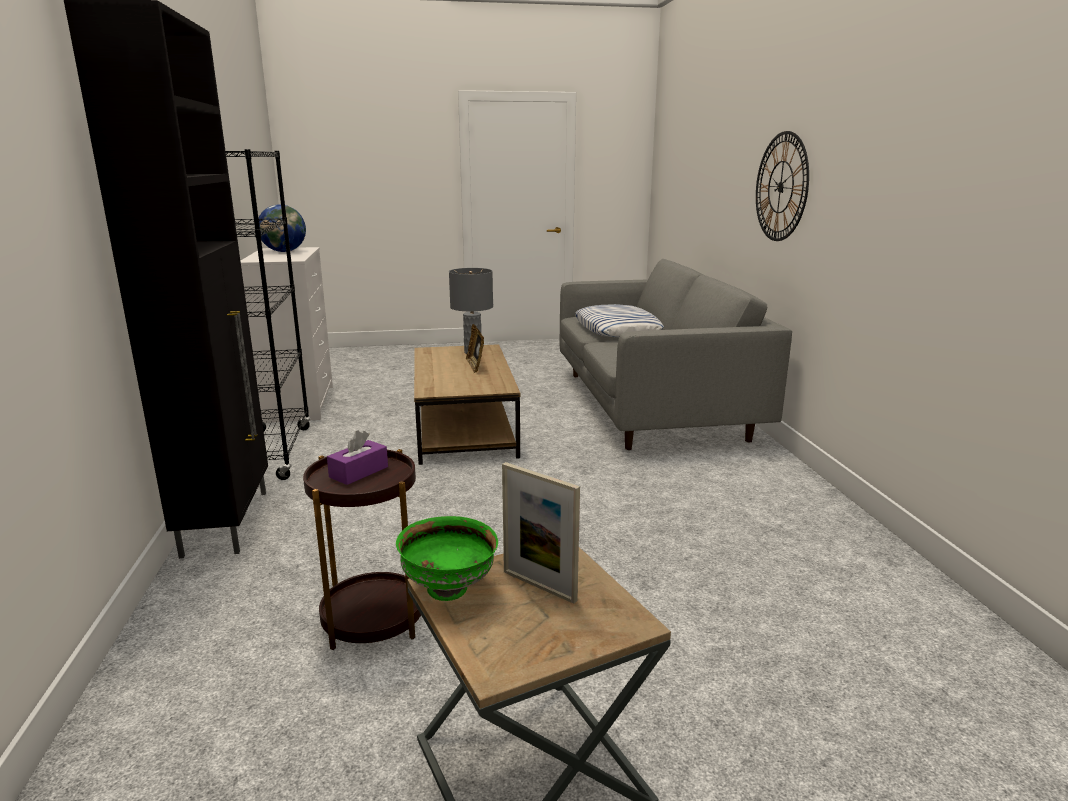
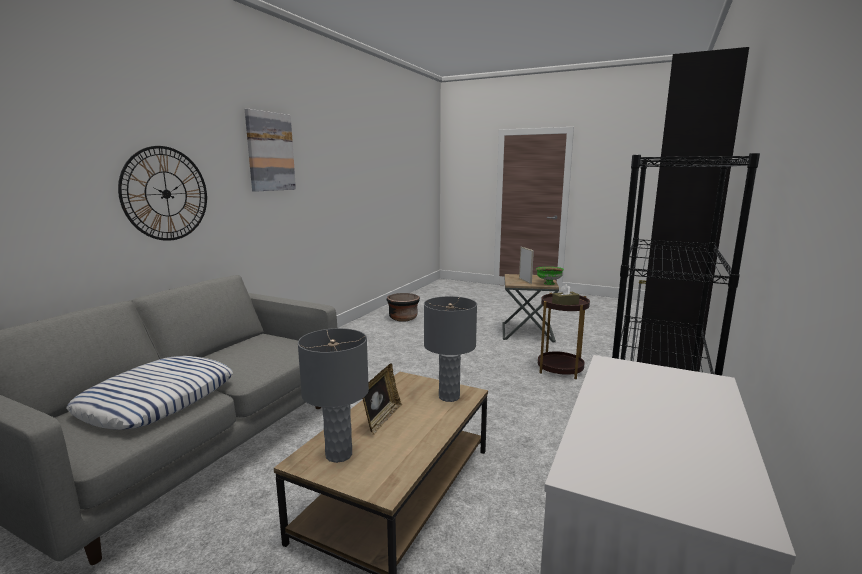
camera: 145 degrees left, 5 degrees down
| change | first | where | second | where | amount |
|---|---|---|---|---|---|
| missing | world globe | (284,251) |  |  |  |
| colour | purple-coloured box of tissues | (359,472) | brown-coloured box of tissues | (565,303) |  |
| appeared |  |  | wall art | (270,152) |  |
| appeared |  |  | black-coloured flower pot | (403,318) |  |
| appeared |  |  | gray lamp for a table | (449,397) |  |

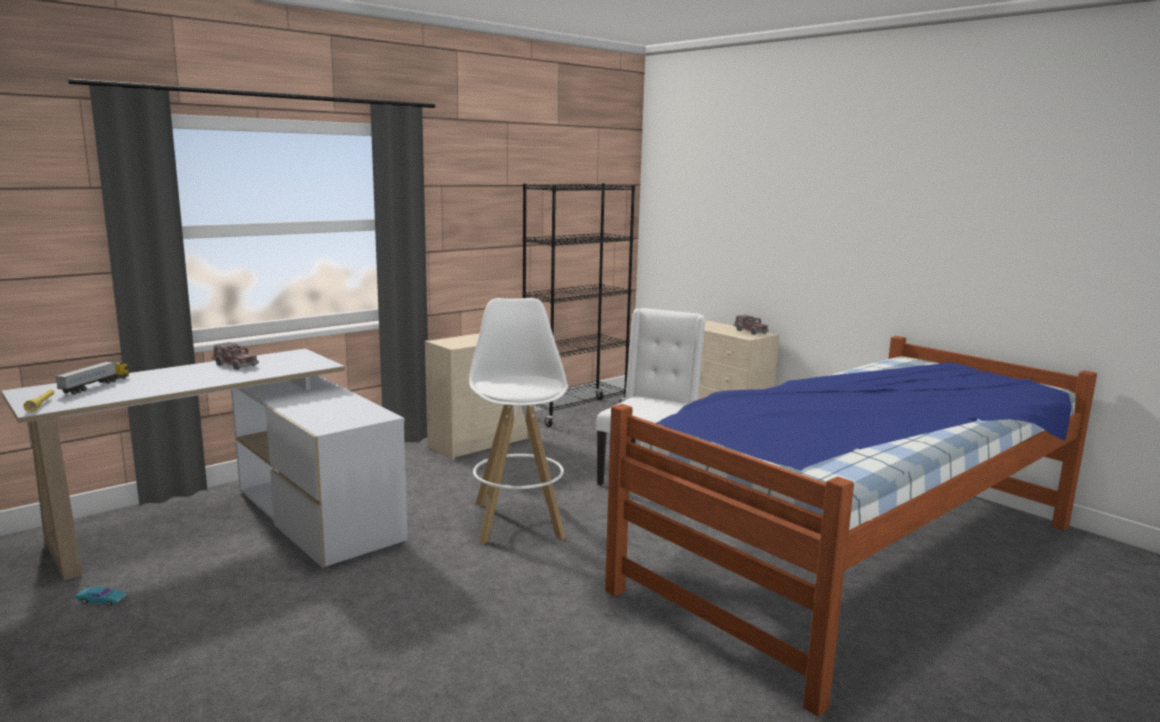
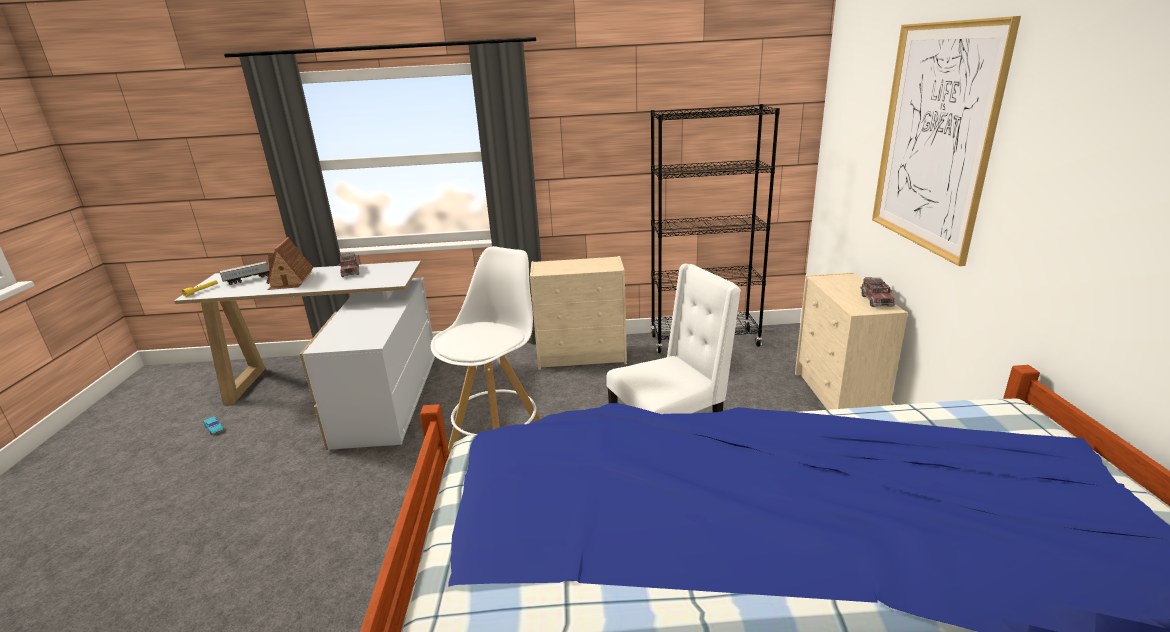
camera: 40 degrees right, 10 degrees up
| change | first | where | second | where | amount |
|---|---|---|---|---|---|
| appeared |  |  | toy house | (290,280) |  |
| appeared |  |  | wall art | (934,138) |  |

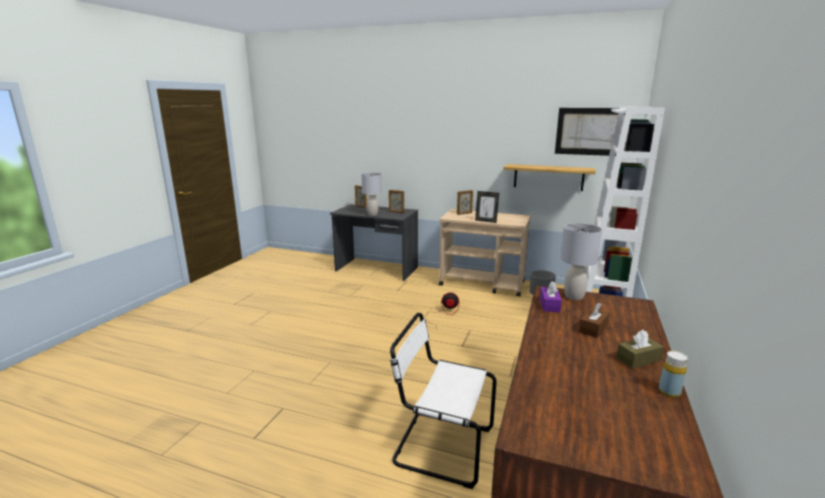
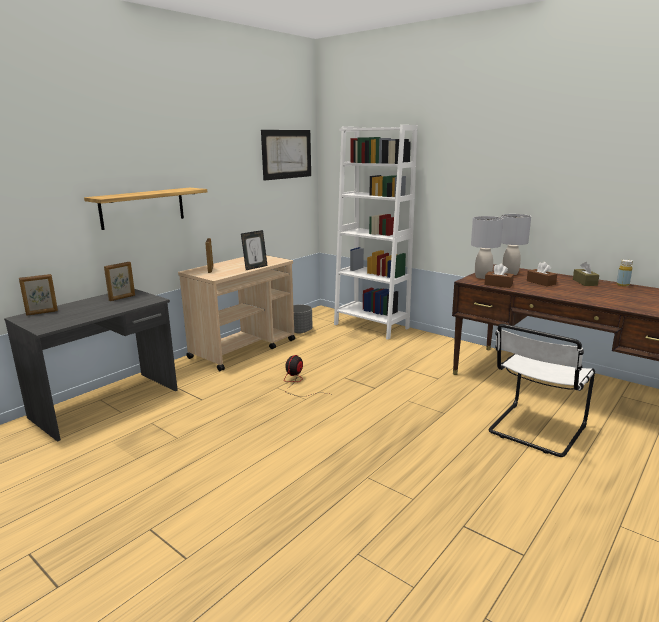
camera: 70 degrees left, 0 degrees up
| change | first | where | second | where | amount |
|---|---|---|---|---|---|
| relocated | gray lamp for a table | (372,214) |  | (510,273) |  |
| relocated | wall shelf | (548,177) |  | (142,208) |  |
| colour | purple-coloured box of tissues | (549,305) | brown-coloured box of tissues | (498,284) |  |

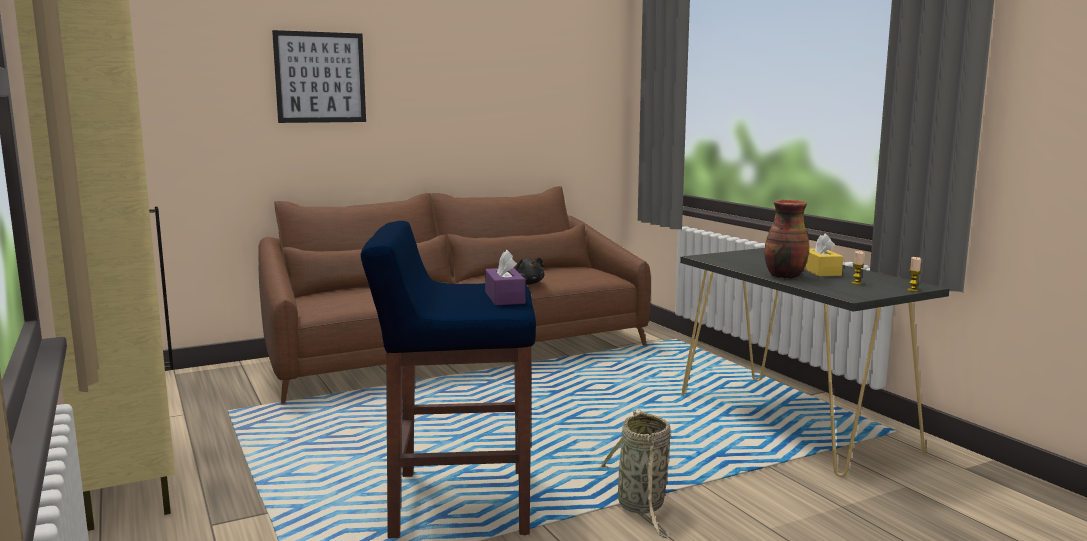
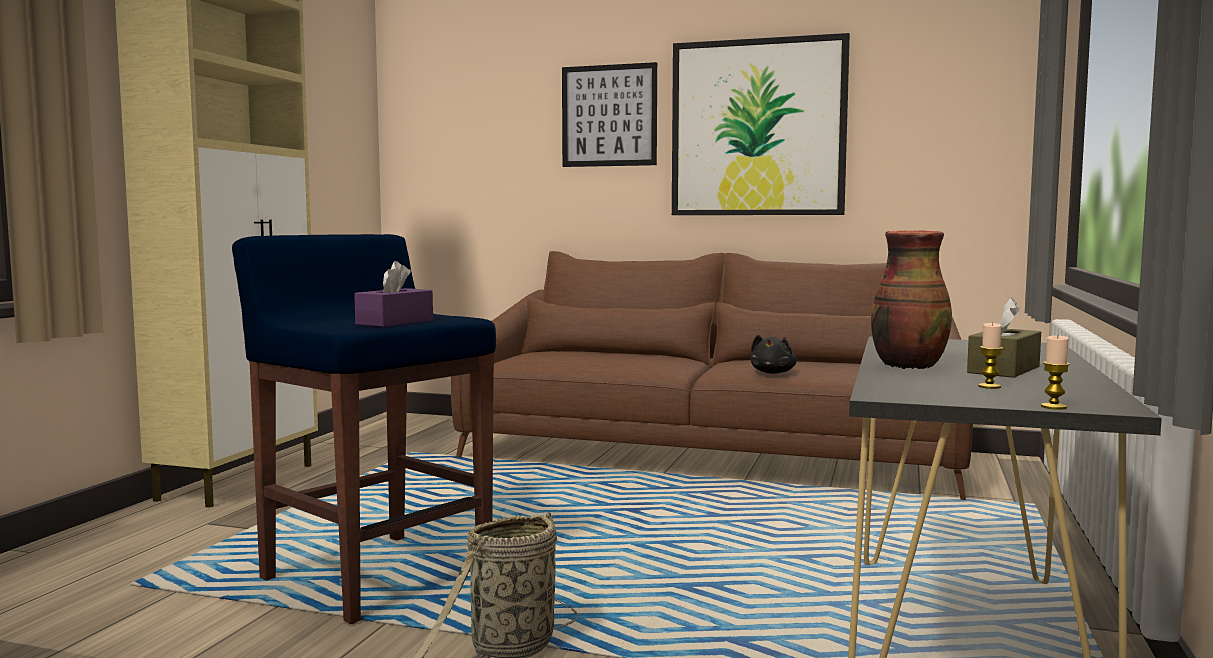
camera: 45 degrees right, 5 degrees down
| change | first | where | second | where | amount |
|---|---|---|---|---|---|
| colour | yellow-coloured box of tissues | (820,271) | brown-coloured box of tissues | (1003,370) |  |
| appeared |  |  | wall art | (758,128) |  |

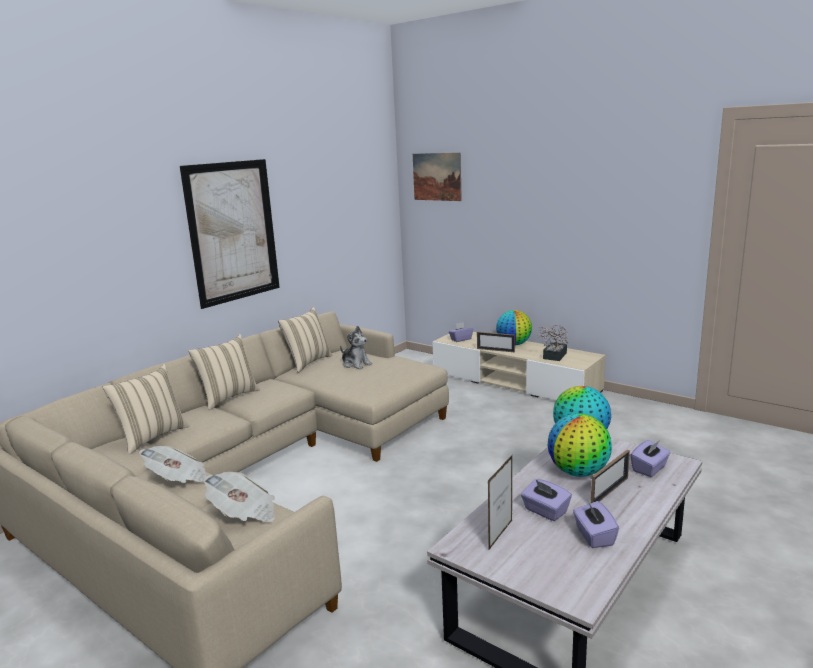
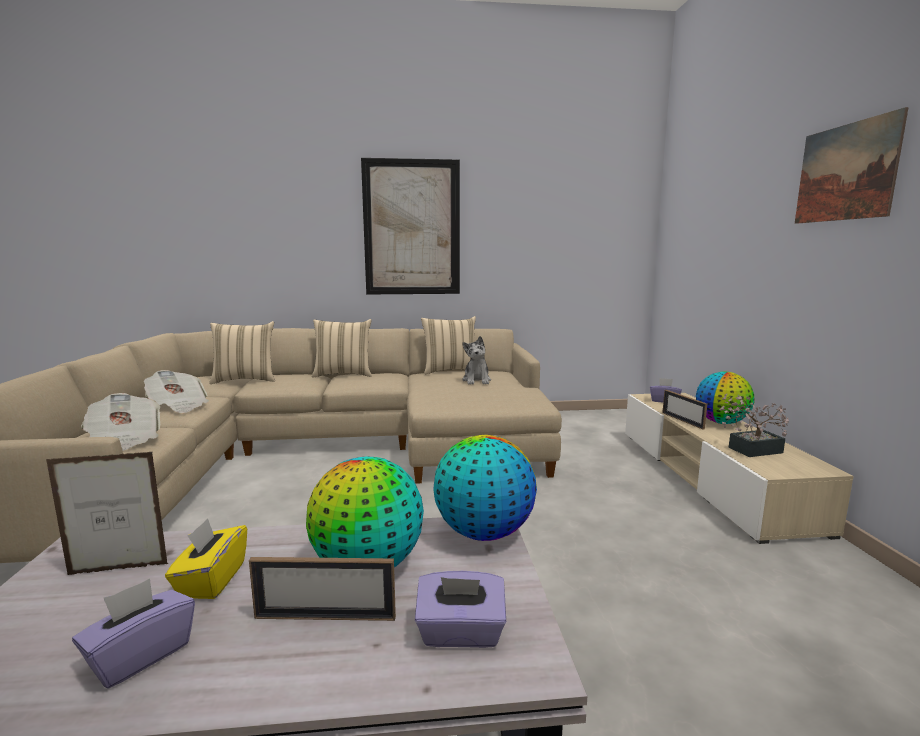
camera: 45 degrees right, 5 degrees down
| change | first | where | second | where | amount |
|---|---|---|---|---|---|
| relocated | wall art | (437,177) |  | (845,172) |  |
| colour | purple-coloured box of tissues | (545,511) | yellow-coloured box of tissues | (211,580) |  |

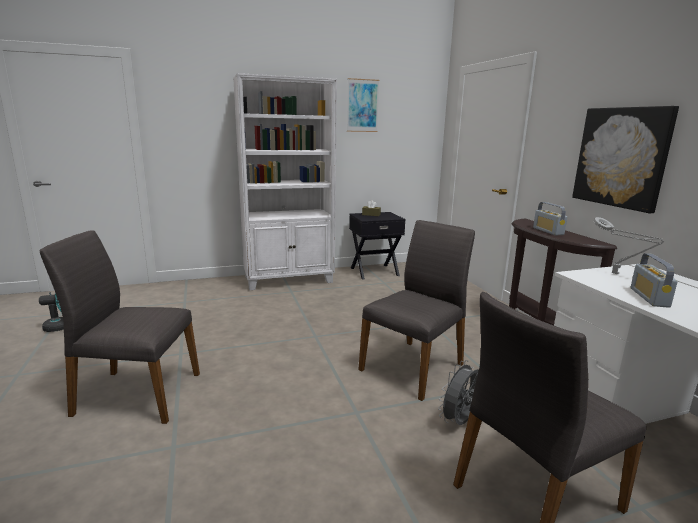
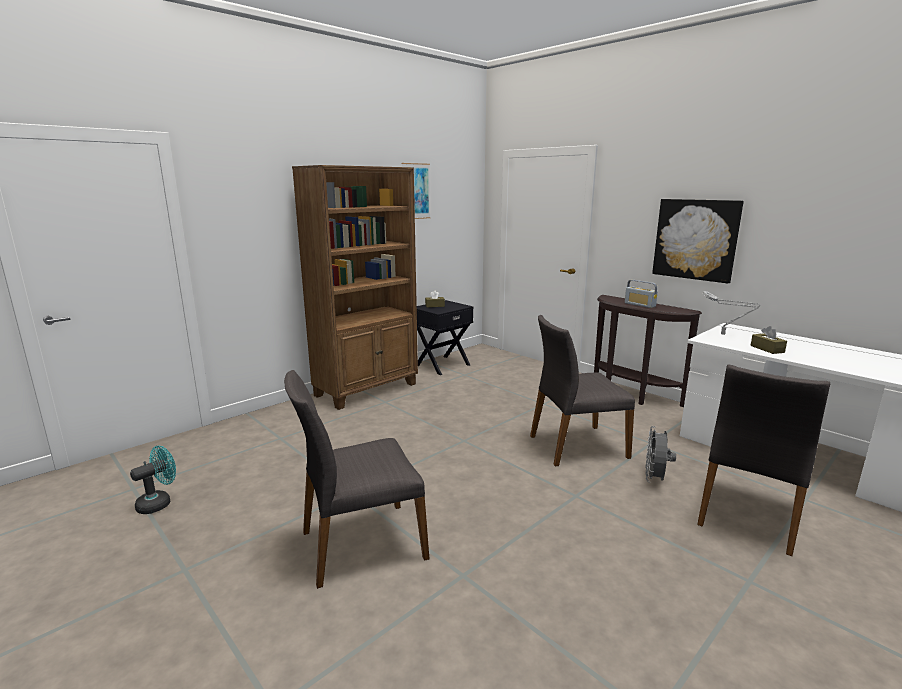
camera: 25 degrees left, 0 degrees up
| change | first | where | second | where | amount |
|---|---|---|---|---|---|
| colour | whitish bookcase | (289,279) | brown-coloured bookcase | (367,390) |  |
| spun | gray chair | (414,367) |  | (576,446) | 120 degrees counterclockwise |
| exchanged | radio | (649,297) | brown-coloured box of tissues | (767,349) |  |

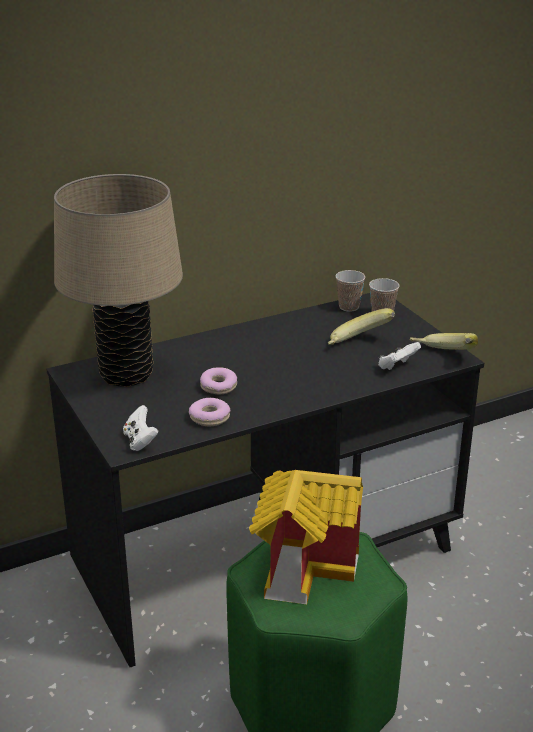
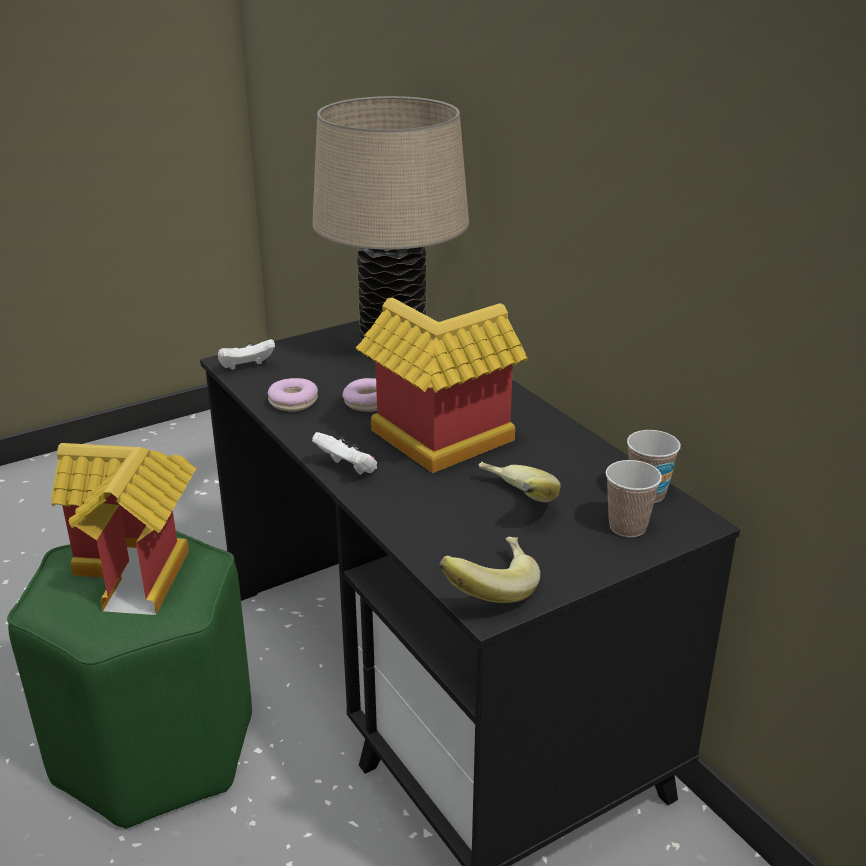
camera: 85 degrees right, 0 degrees up
| change | first | where | second | where | amount |
|---|---|---|---|---|---|
| relocated | whitish joypad | (397,367) |  | (348,469) |  |
| appeared |  |  | toy house | (435,443) |  |

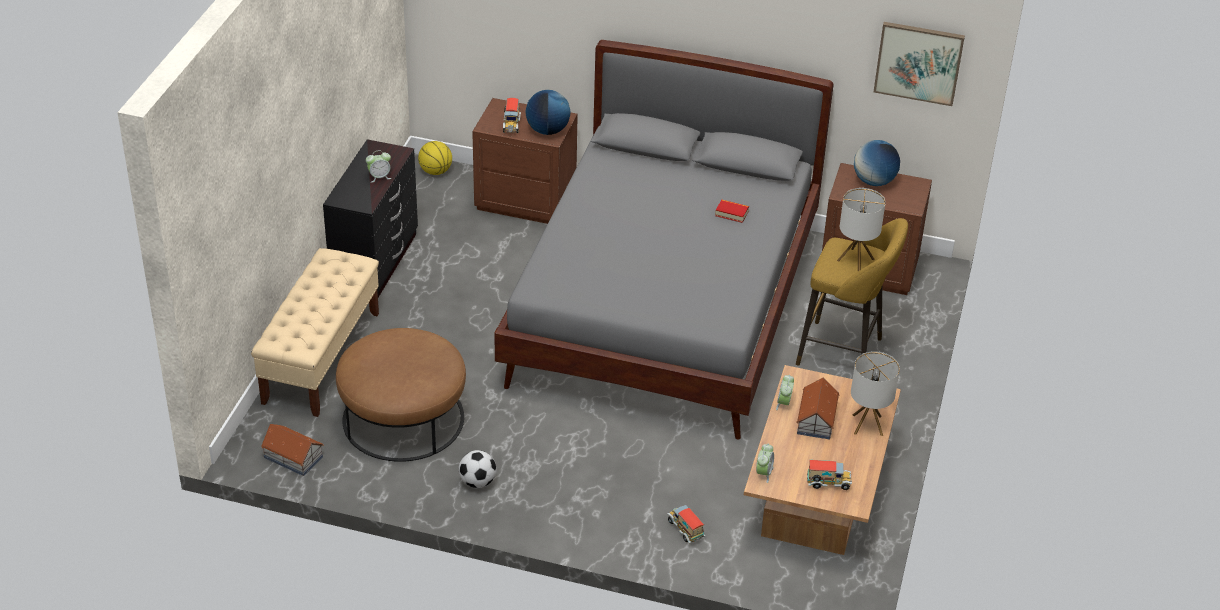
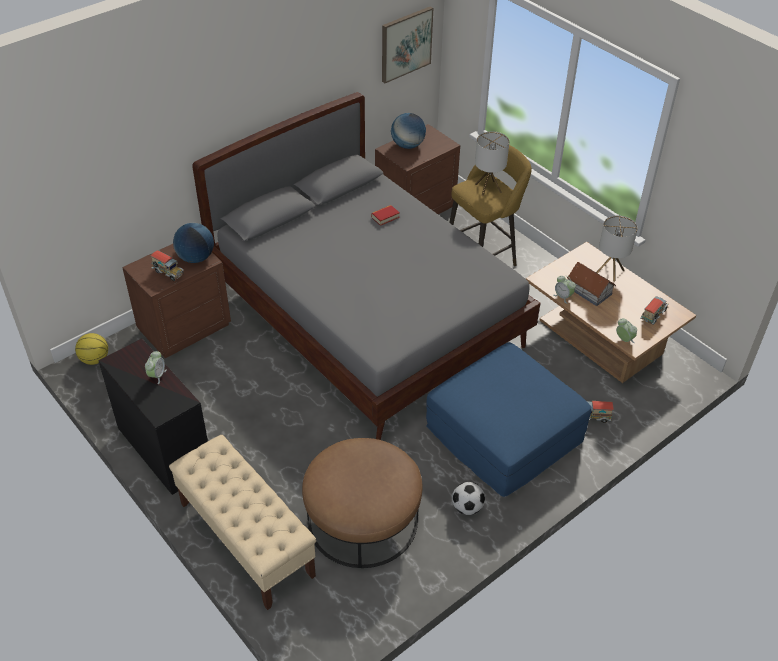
camera: 55 degrees left, 5 degrees up
| change | first | where | second | where | amount |
|---|---|---|---|---|---|
| missing | toy house | (293,456) |  |  |  |
| appeared |  |  | blue pouffe | (503,433) |  |

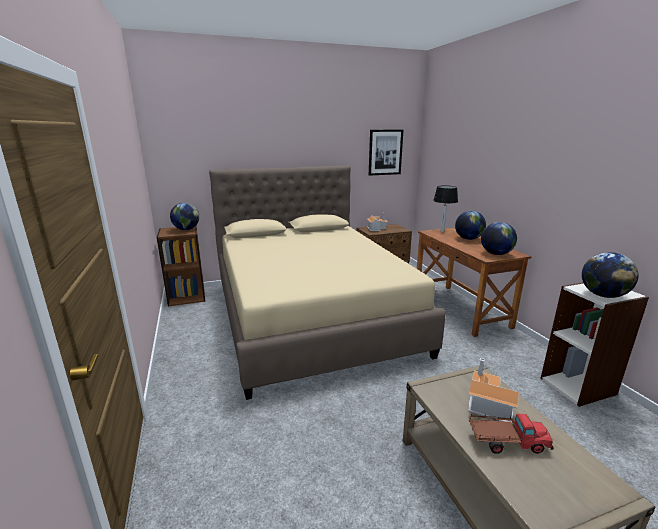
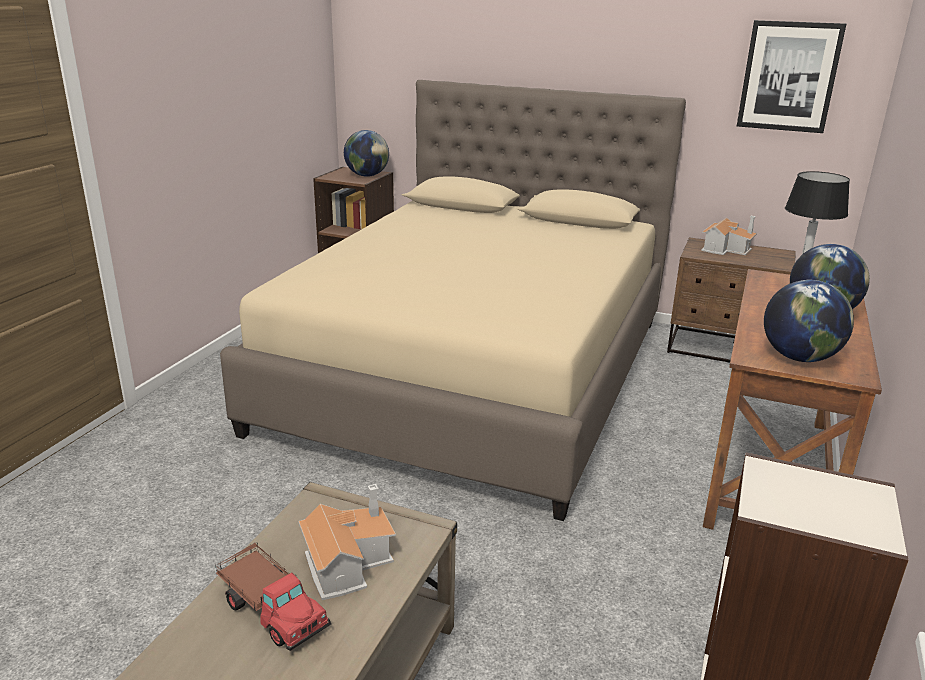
camera: 40 degrees right, 5 degrees up
| change | first | where | second | where | amount |
|---|---|---|---|---|---|
| missing | world globe | (603,295) |  |  |  |

